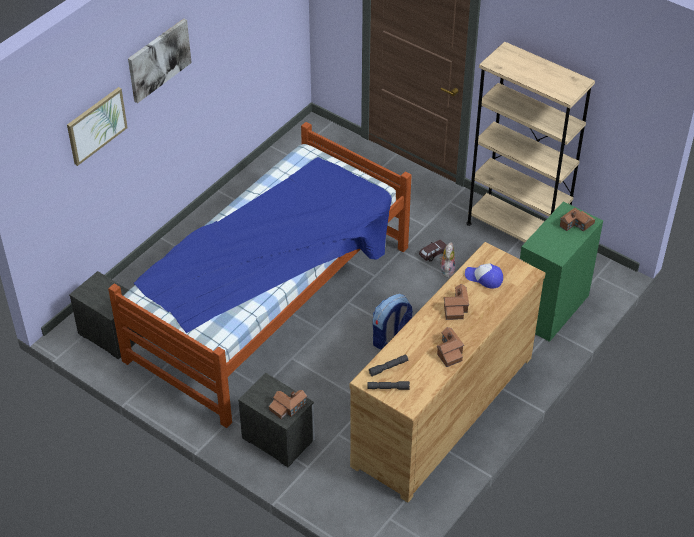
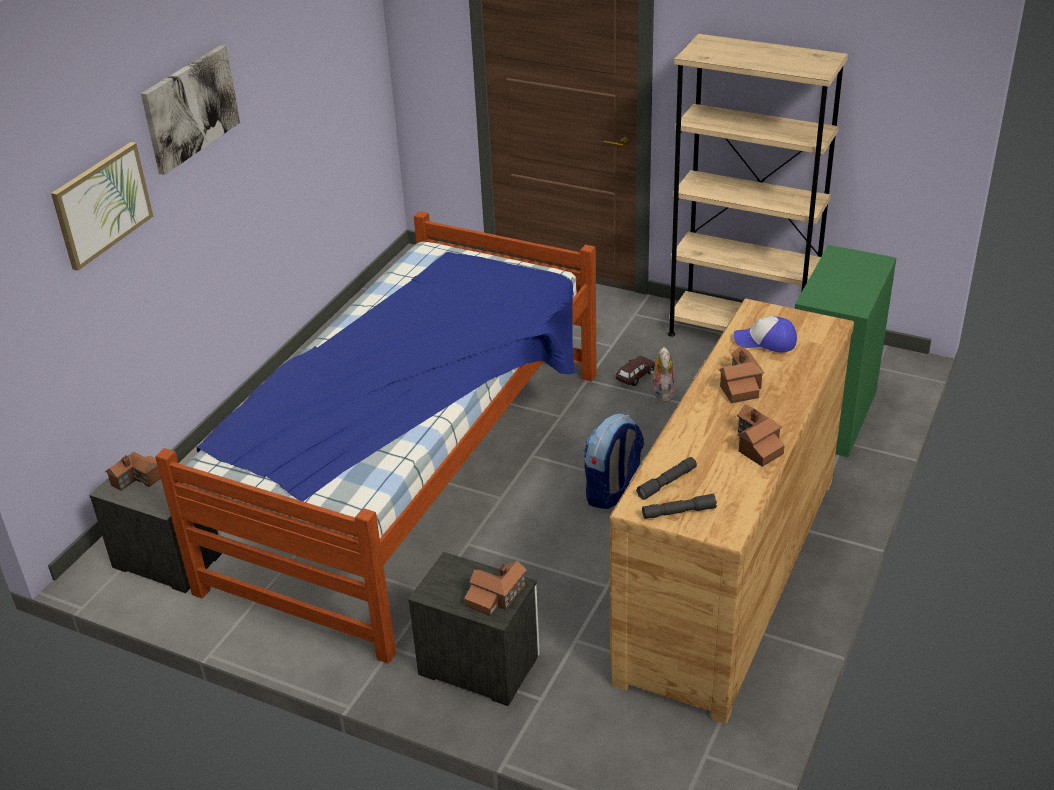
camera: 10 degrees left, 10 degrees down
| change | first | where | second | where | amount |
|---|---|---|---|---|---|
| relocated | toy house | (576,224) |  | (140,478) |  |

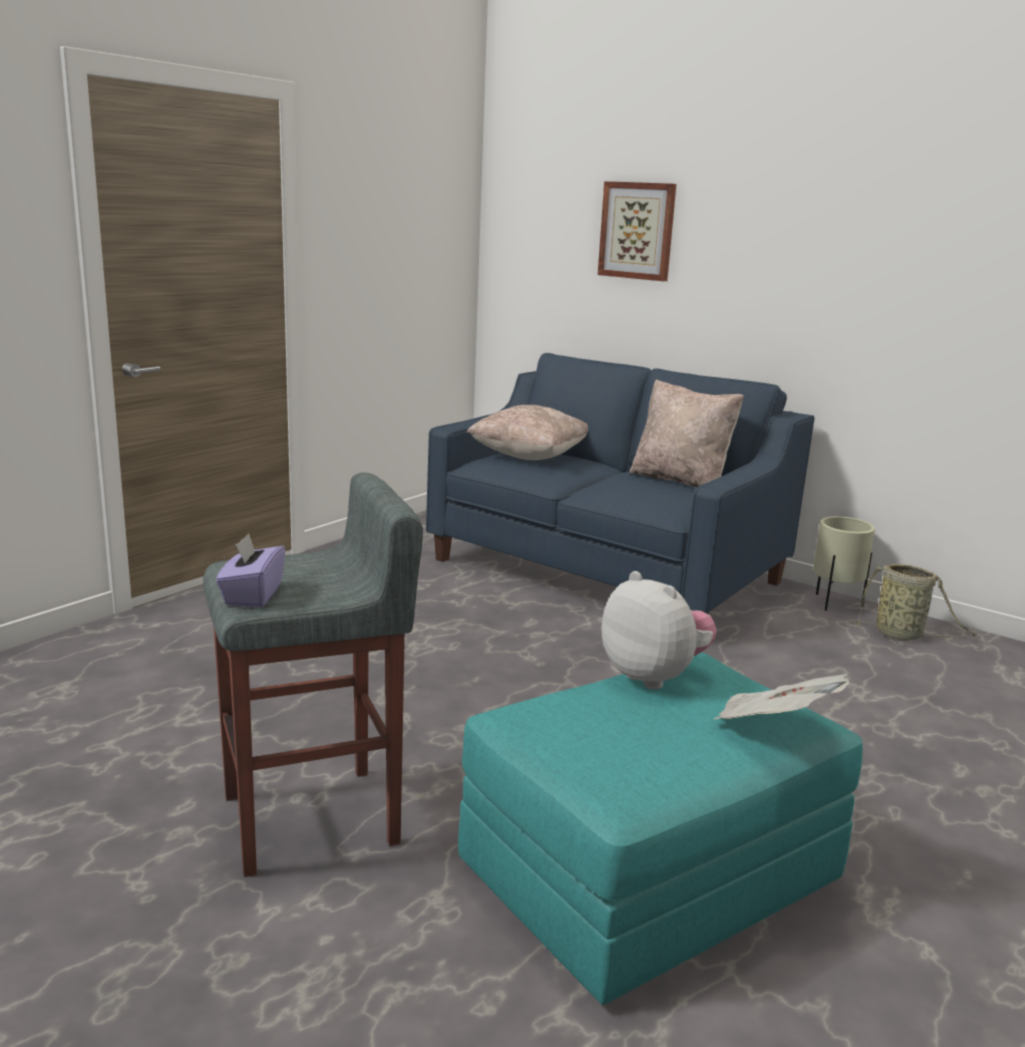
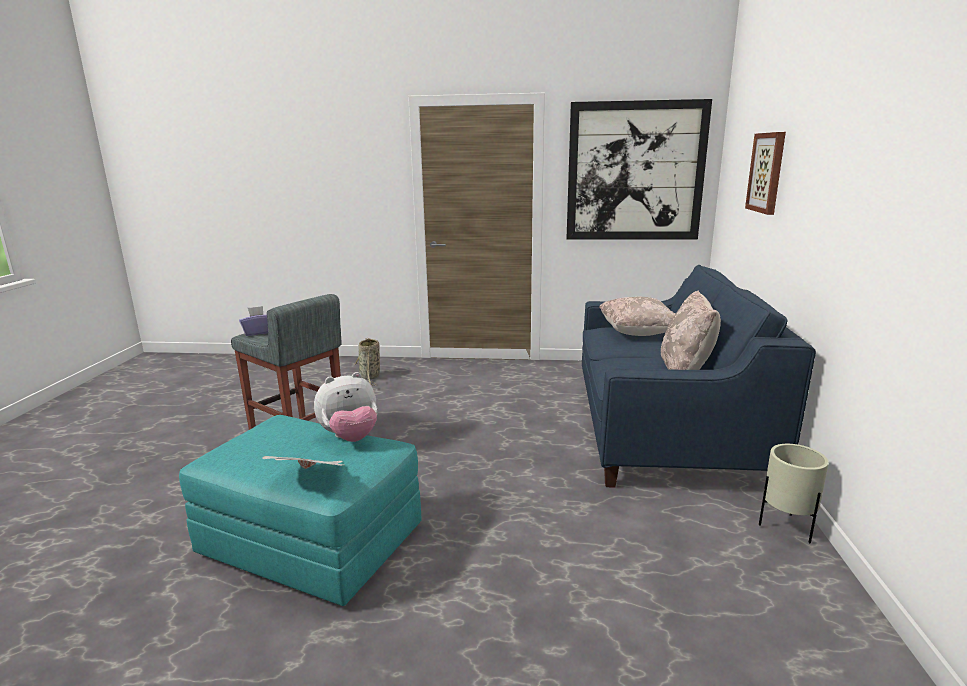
camera: 60 degrees right, 0 degrees up
| change | first | where | second | where | amount |
|---|---|---|---|---|---|
| spun | cuddly toy | (654,676) |  | (350,437) | 45 degrees clockwise |
| relocated | storage basket | (902,635) |  | (370,377) |  |
| appeared |  |  | wall art | (635,172) |  |

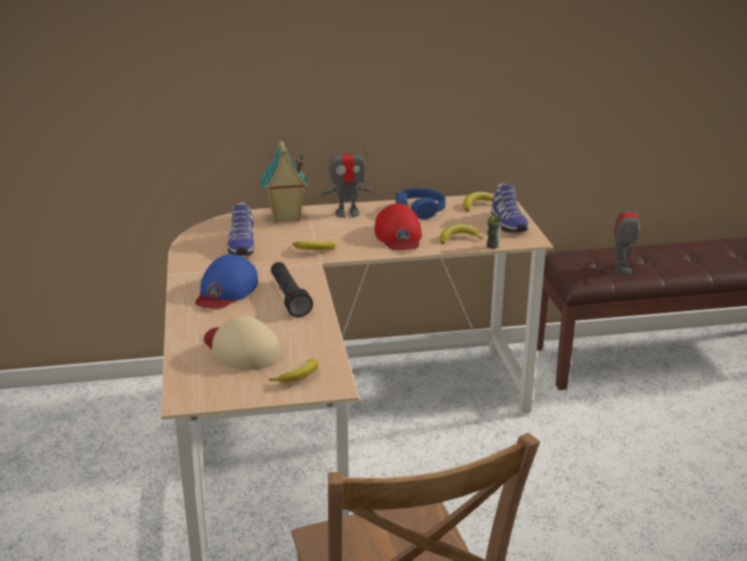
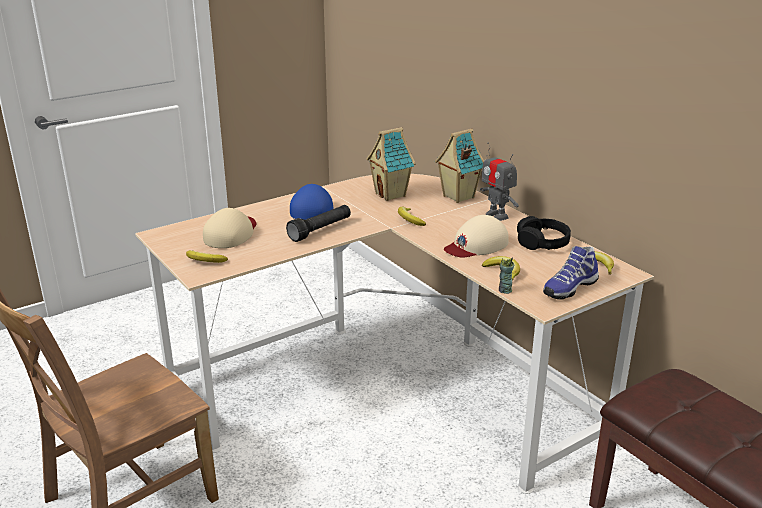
camera: 65 degrees right, 0 degrees up
| change | first | where | second | where | amount |
|---|---|---|---|---|---|
| spun | blue cap | (226,290) |  | (313,208) | 105 degrees clockwise |
| exchanged | item of footwear | (241,245) | toy house | (391,195) |  |
| colour | red-coloured cap | (399,236) | beige cap | (476,245) |  |
| colour | blue headset | (419,210) | black-coloured headset | (542,242) |  |
| missing | model robot | (621,268) |  |  |  |

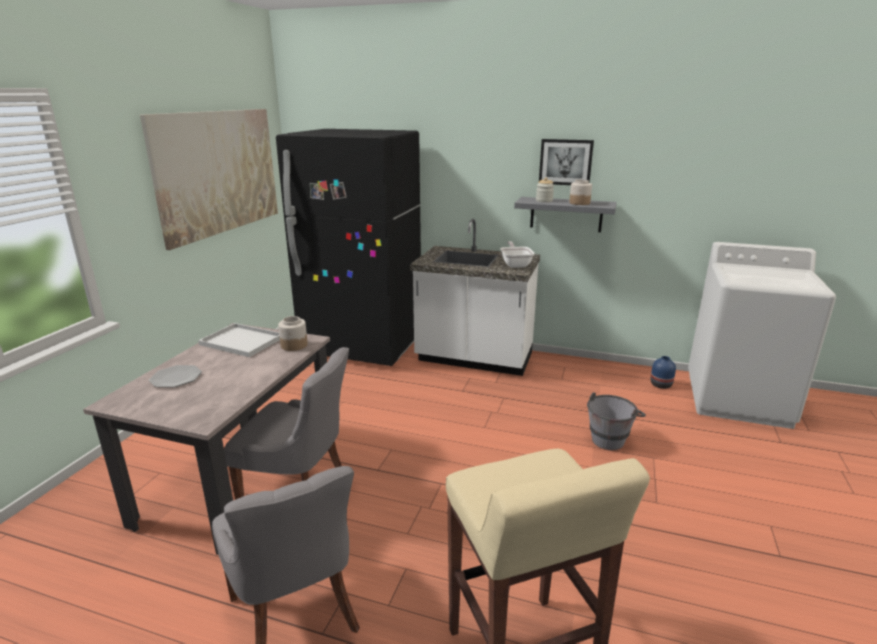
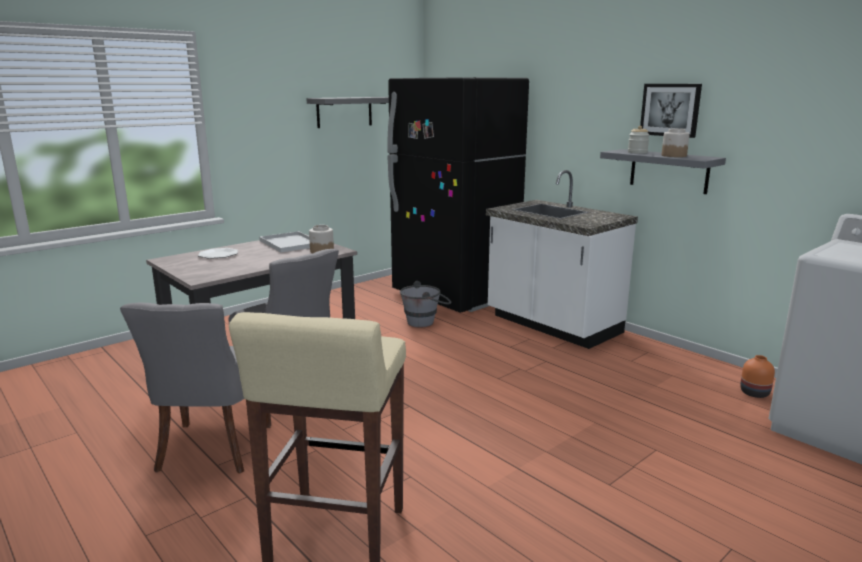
camera: 30 degrees right, 5 degrees down
| change | first | where | second | where | amount |
|---|---|---|---|---|---|
| exchanged | wall art | (219,172) | gray wall shelf | (344,112) |  |
| missing | pan | (515,264) |  |  |  |
| relocated | gray pail | (610,438) |  | (426,322) |  |
| colour | blue vase | (661,385) | orange-coloured vase | (755,393) |  |

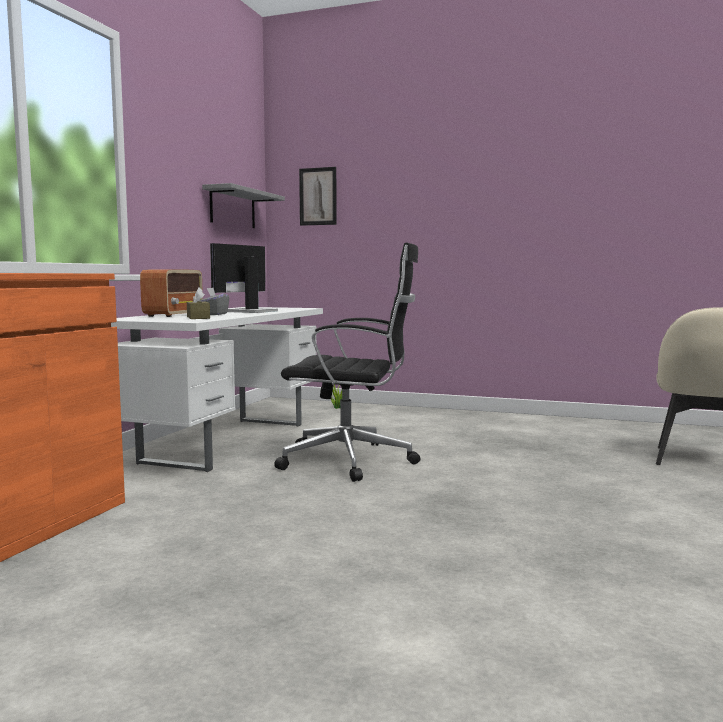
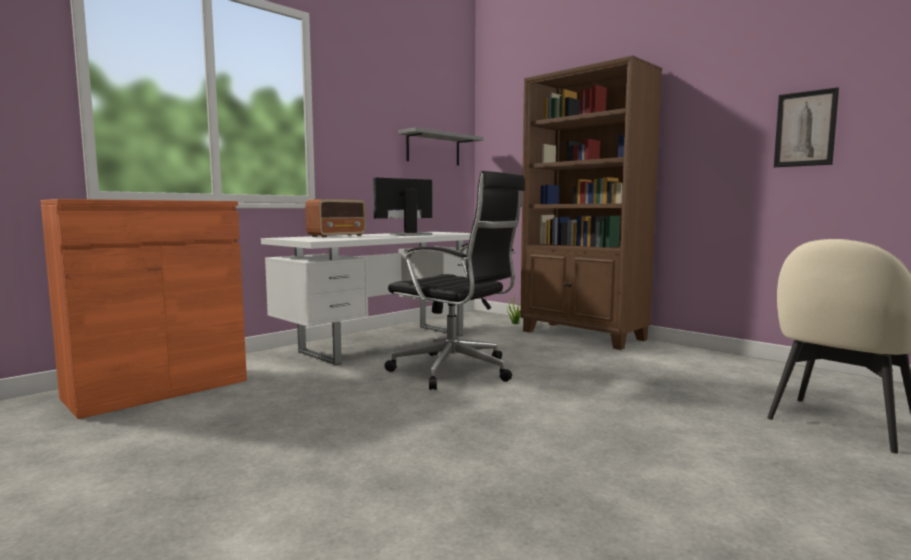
camera: 25 degrees right, 0 degrees up
| change | first | where | second | where | amount |
|---|---|---|---|---|---|
| missing | brown-coloured box of tissues | (198,317) |  |  |  |
| missing | gray box of tissues | (214,314) |  |  |  |
| relocated | wall art | (318,196) |  | (805,129) |  |
| appeared |  |  | brown-coloured bookcase | (583,335) |  |

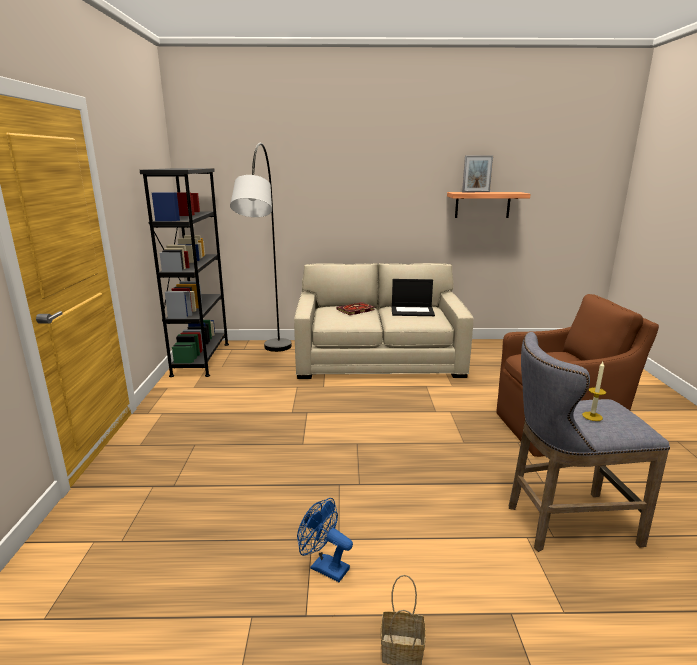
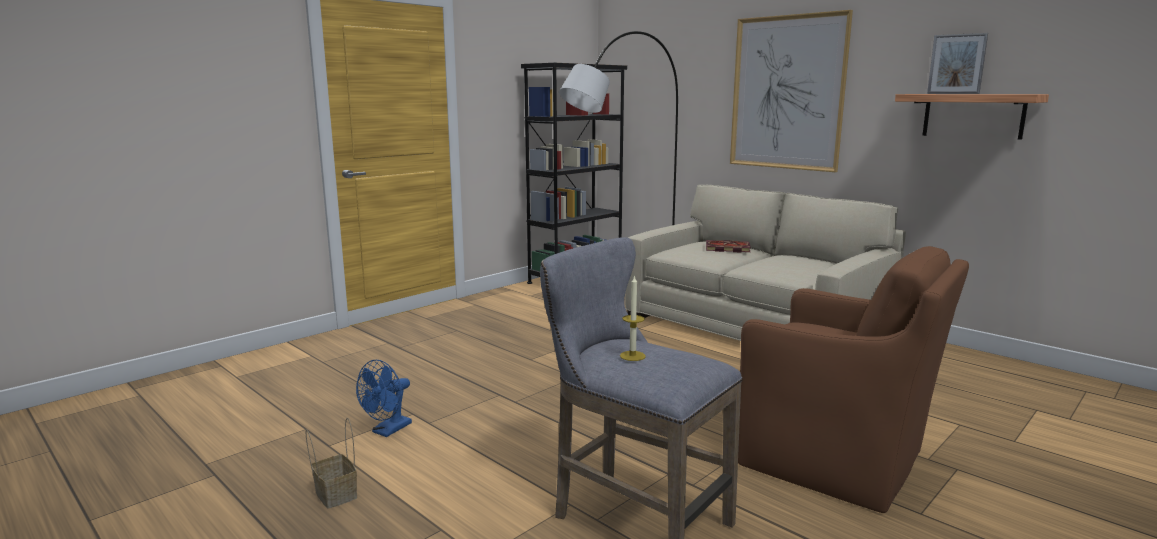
camera: 45 degrees right, 5 degrees down
| change | first | where | second | where | amount |
|---|---|---|---|---|---|
| spun | blue electric fan | (324,567) |  | (388,431) | 135 degrees counterclockwise |
| missing | portable computer | (412,311) |  |  |  |
| appeared |  |  | wall art | (787,93) |  |

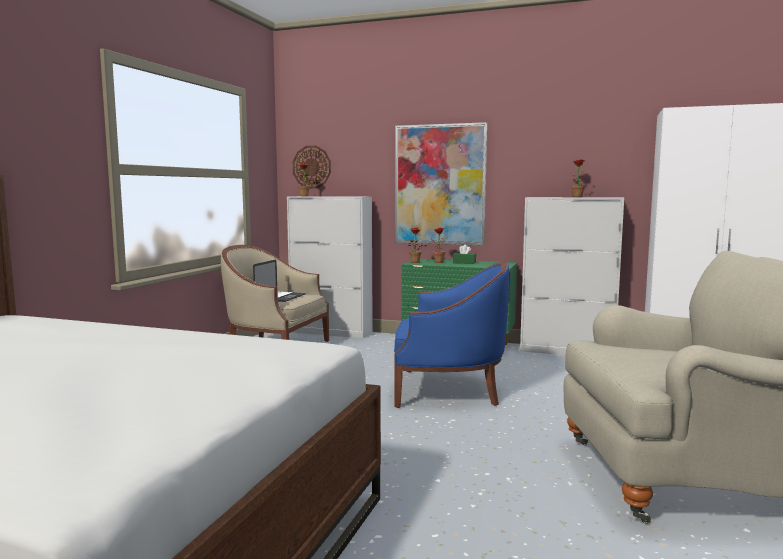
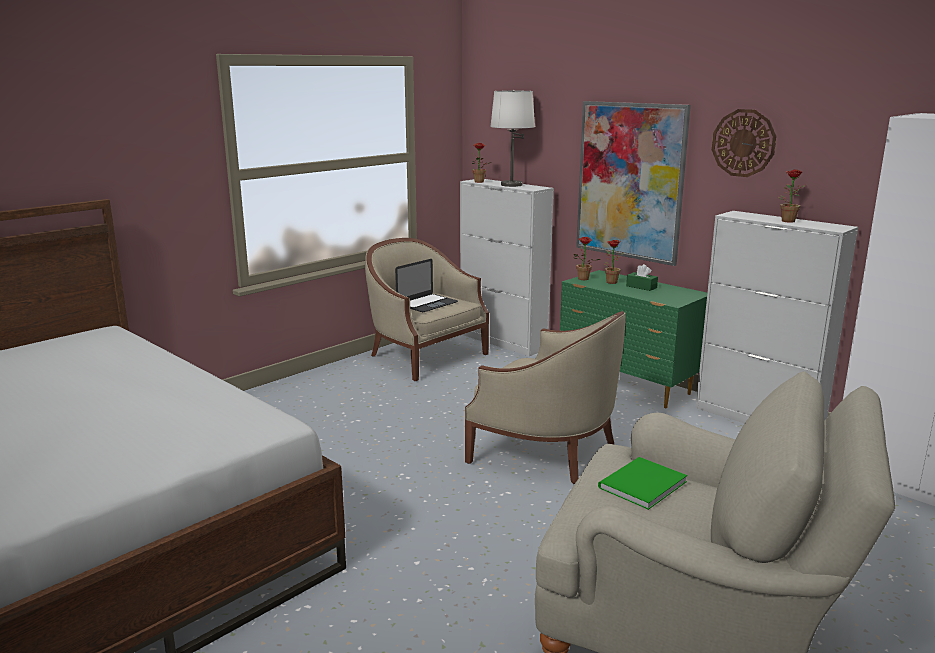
camera: 25 degrees right, 10 degrees up
| change | first | where | second | where | amount |
|---|---|---|---|---|---|
| relocated | wall clock | (312,167) |  | (743,143) |  |
| colour | blue armchair | (448,390) | beige armchair | (545,450) |  |
| appeared |  |  | whitish lamp for a table | (511,185) |  |
| appeared |  |  | green book | (639,485) |  |

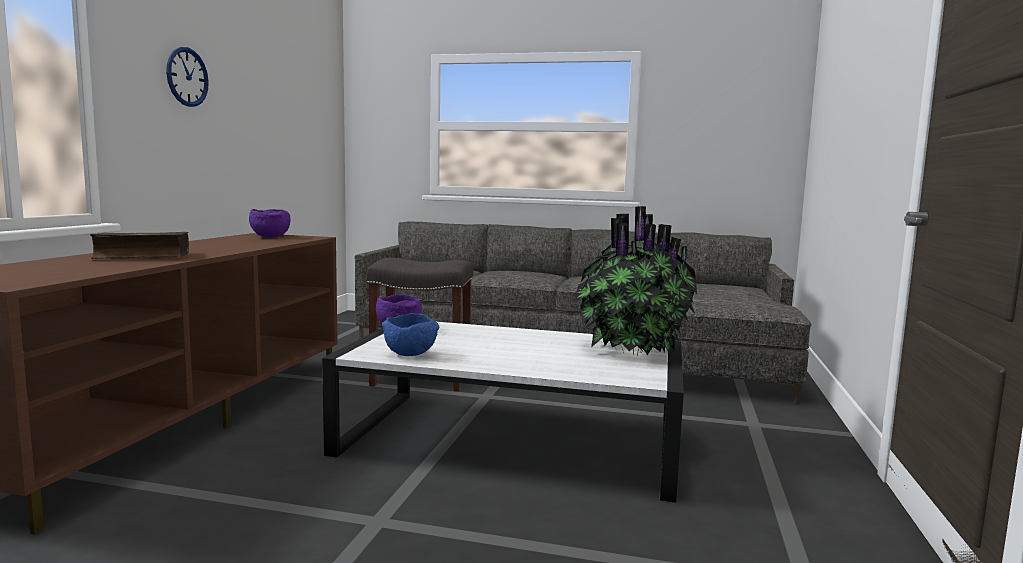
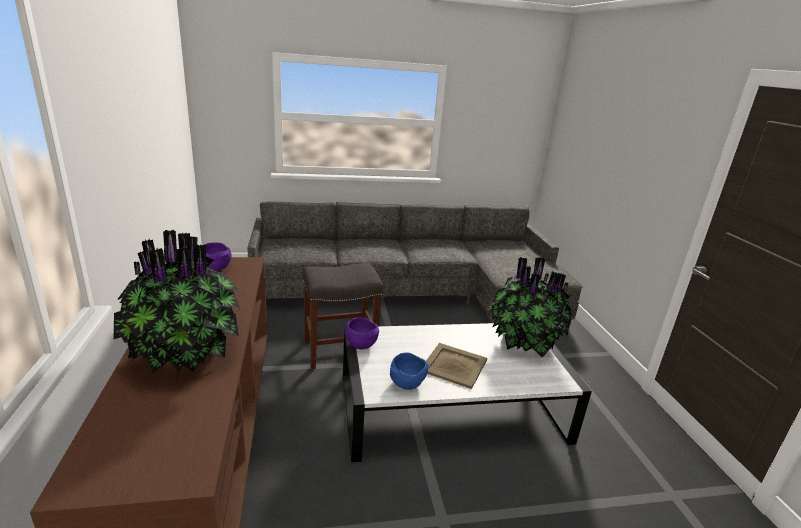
camera: 25 degrees left, 15 degrees up
| change | first | where | second | where | amount |
|---|---|---|---|---|---|
| exchanged | book | (142,256) | potted plant | (185,356) |  |
| missing | wall clock | (187,77) |  |  |  |
| appeared |  |  | beige carrying tray | (453,365) |  |

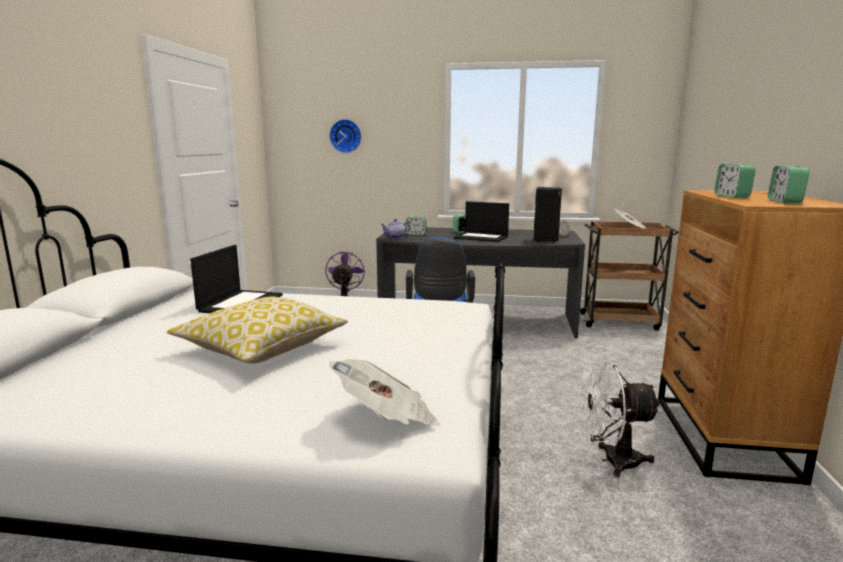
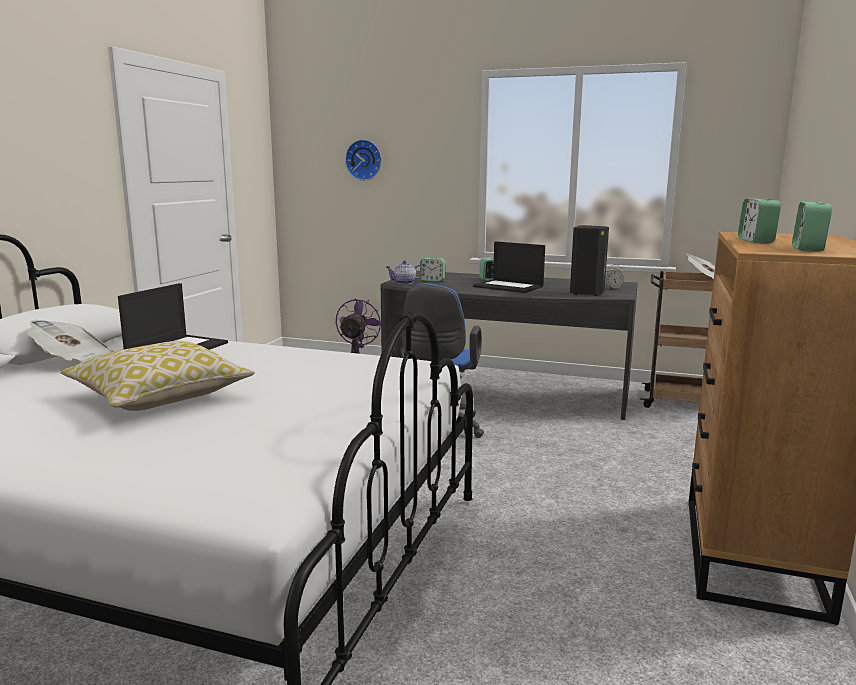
camera: 10 degrees right, 0 degrees up
| change | first | where | second | where | amount |
|---|---|---|---|---|---|
| relocated | newspaper | (387,418) |  | (75,363) |  |
| missing | whitish electric fan | (612,461) |  |  |  |

